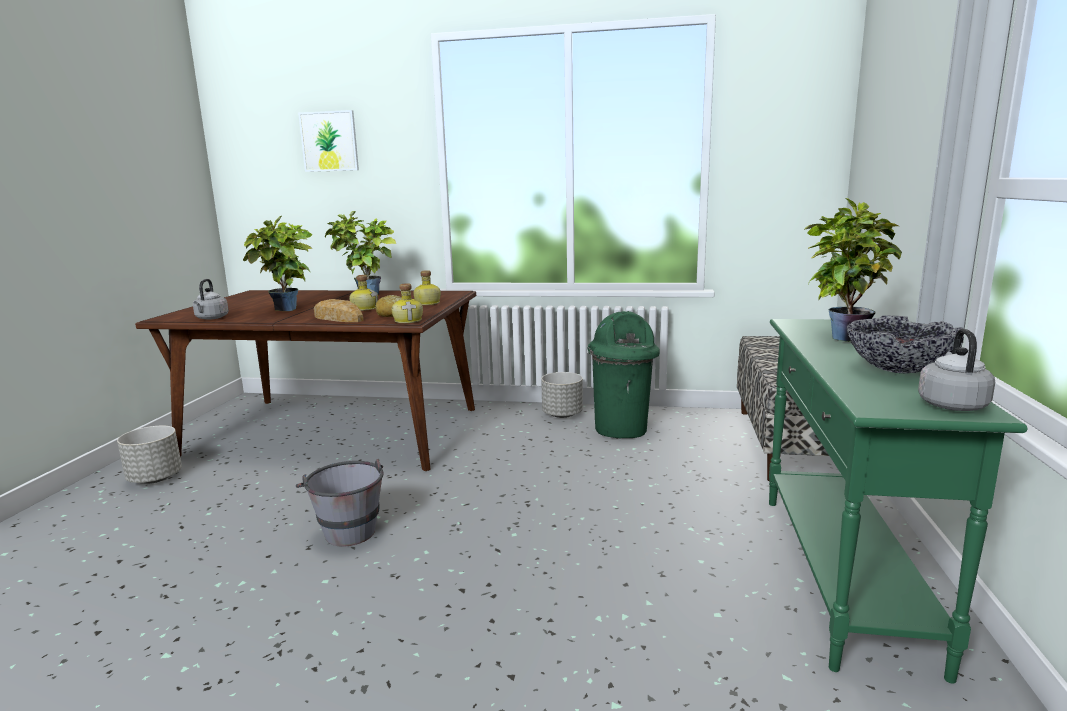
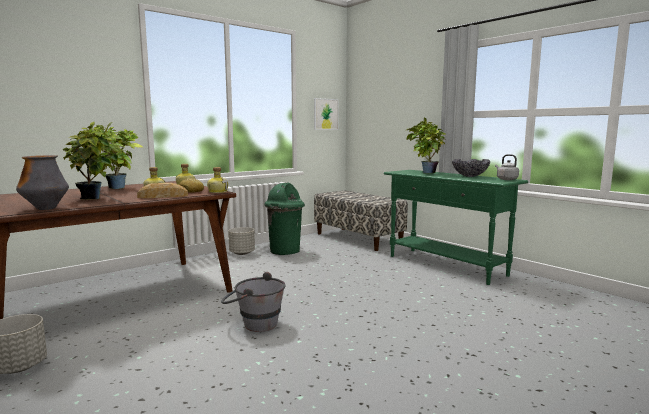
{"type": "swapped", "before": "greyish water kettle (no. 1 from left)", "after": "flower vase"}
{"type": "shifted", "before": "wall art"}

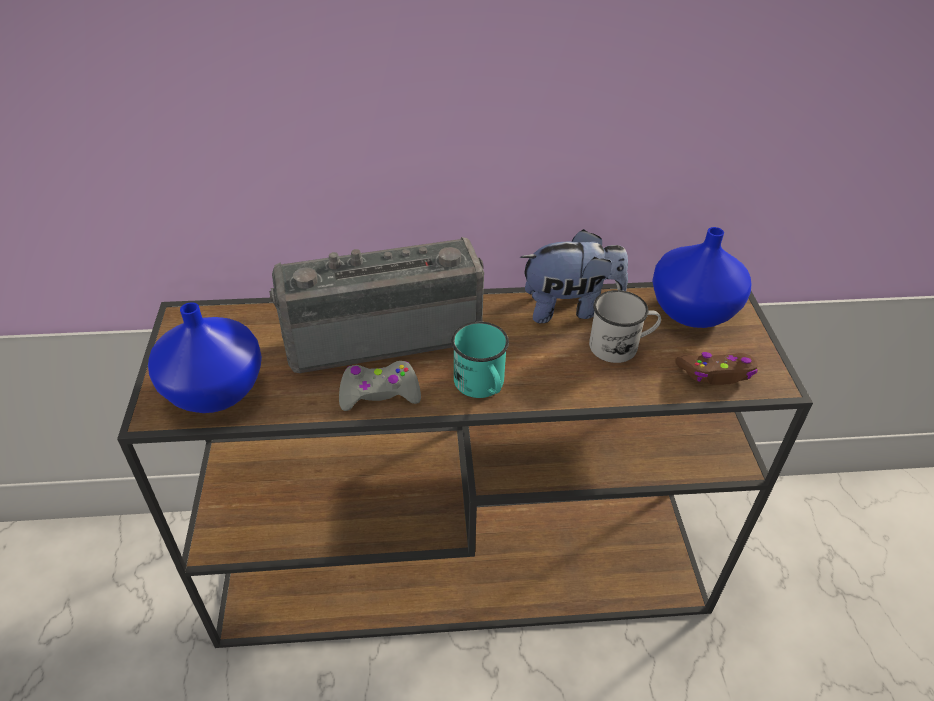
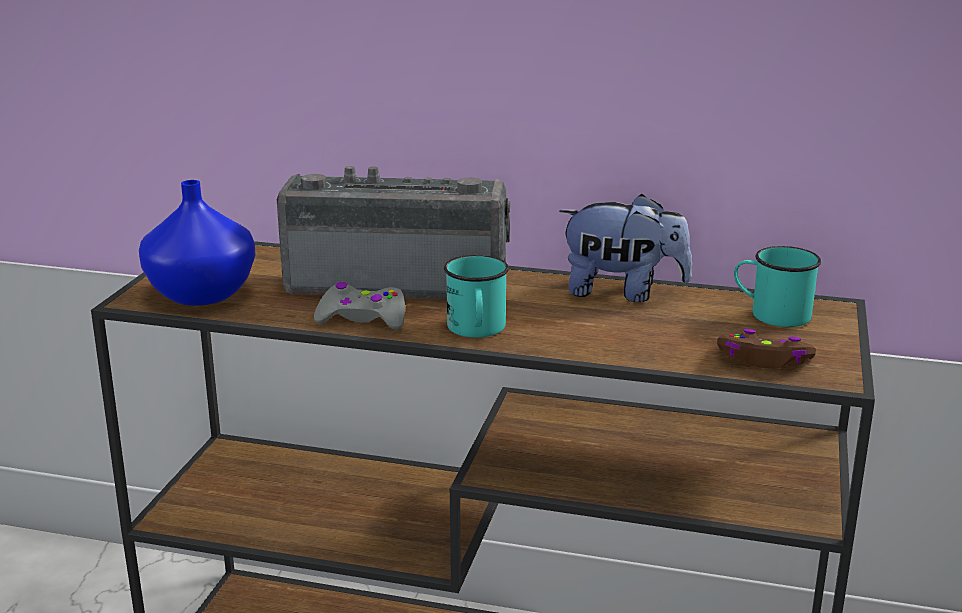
{"type": "gone", "before": "whitish mug"}
{"type": "swapped", "before": "blue flower vase (no. 2 from left)", "after": "turquoise-coloured mug (no. 2 from left)"}

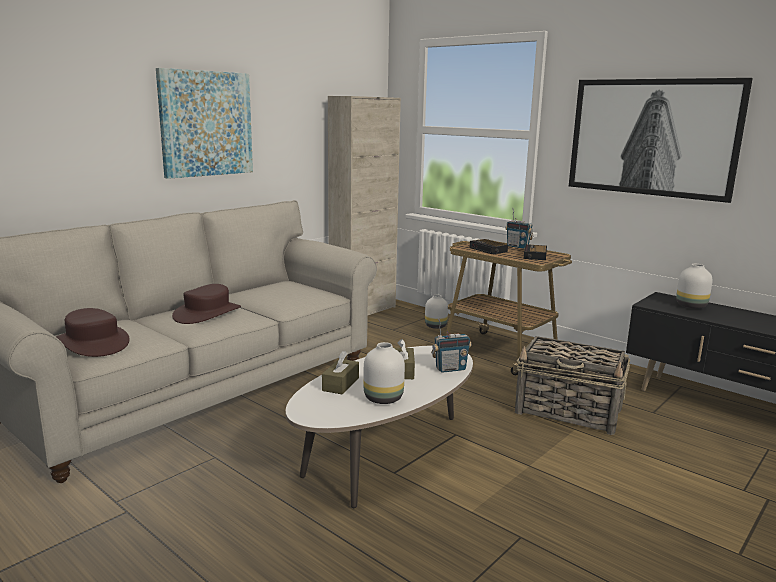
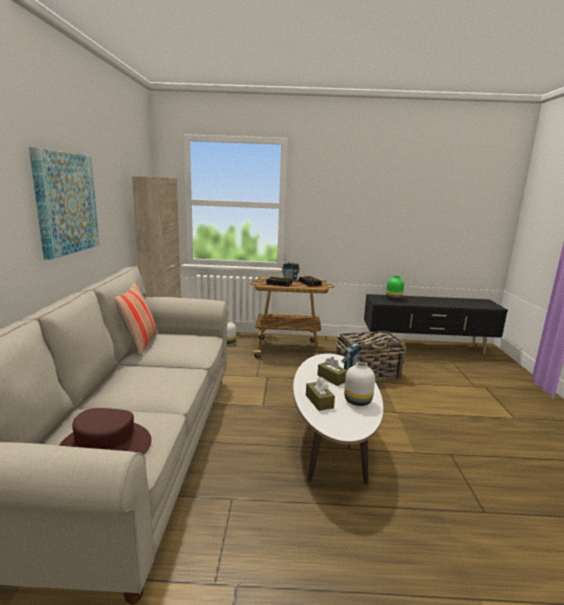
{"type": "gone", "before": "brown-coloured clothing hat (no. 2 from left)"}
{"type": "gone", "before": "wall art (no. 2 from left)"}
{"type": "repainted", "before": "whitish flower vase (no. 3 from left)", "after": "green flower vase"}
{"type": "new", "after": "cushion"}

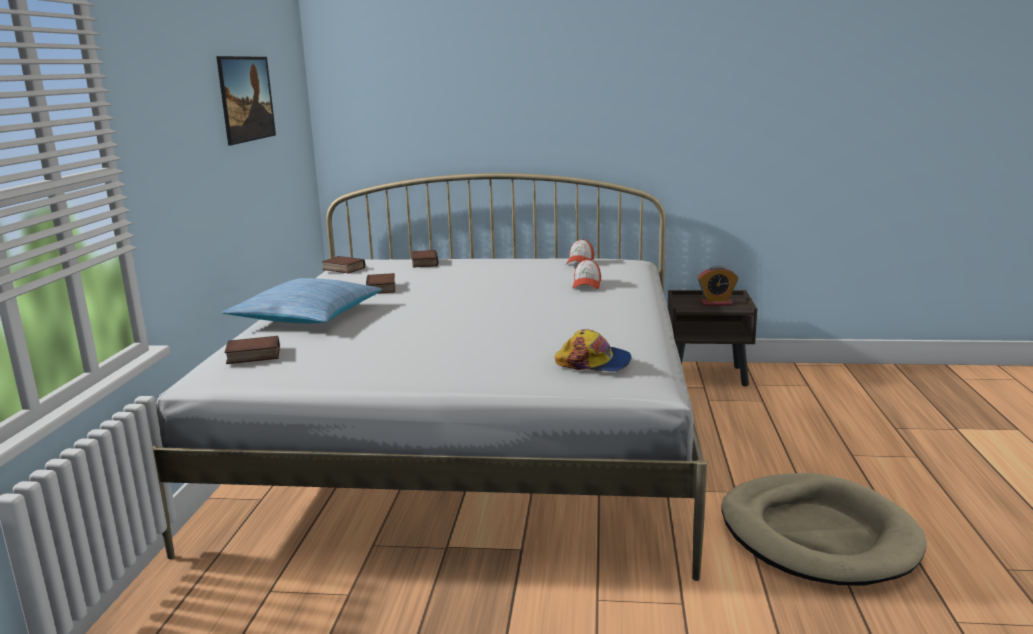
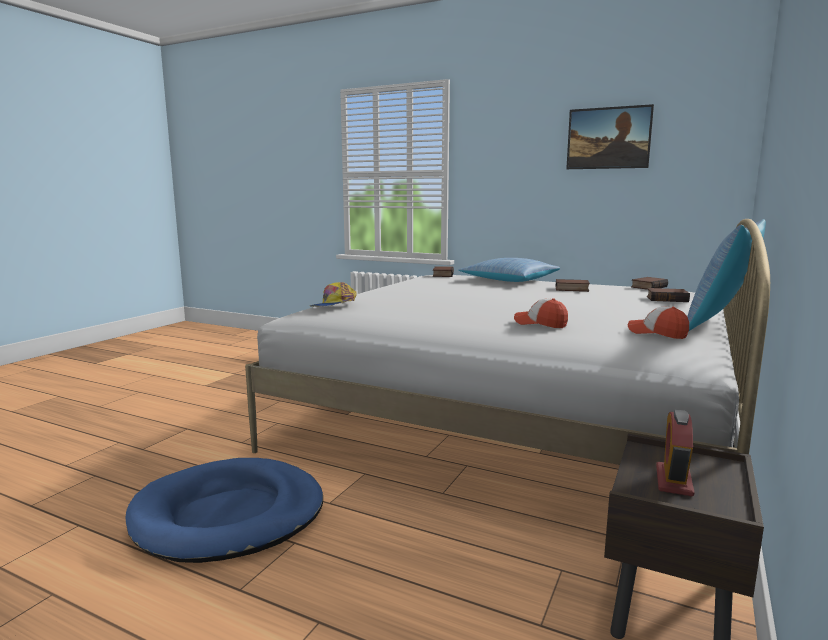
{"type": "repainted", "before": "sand-coloured pet bed", "after": "blue pet bed"}
{"type": "new", "after": "cushion (no. 2 from left)"}

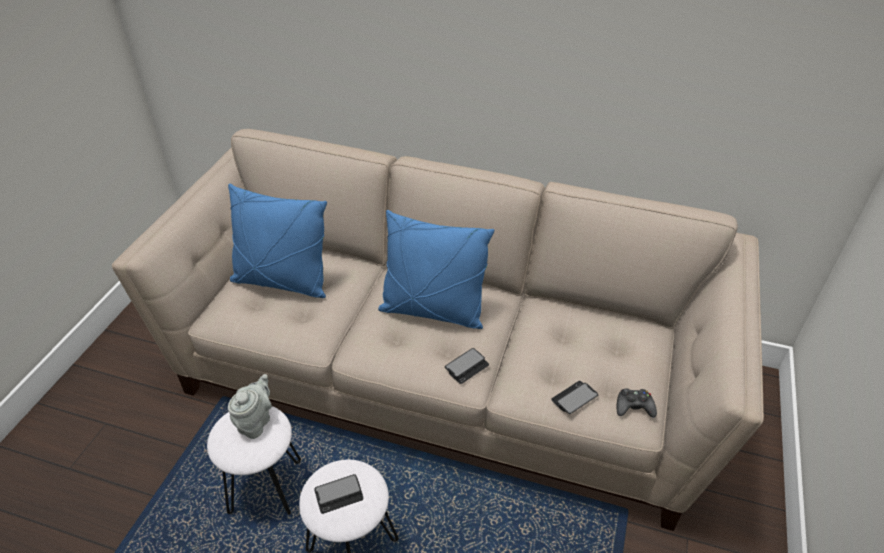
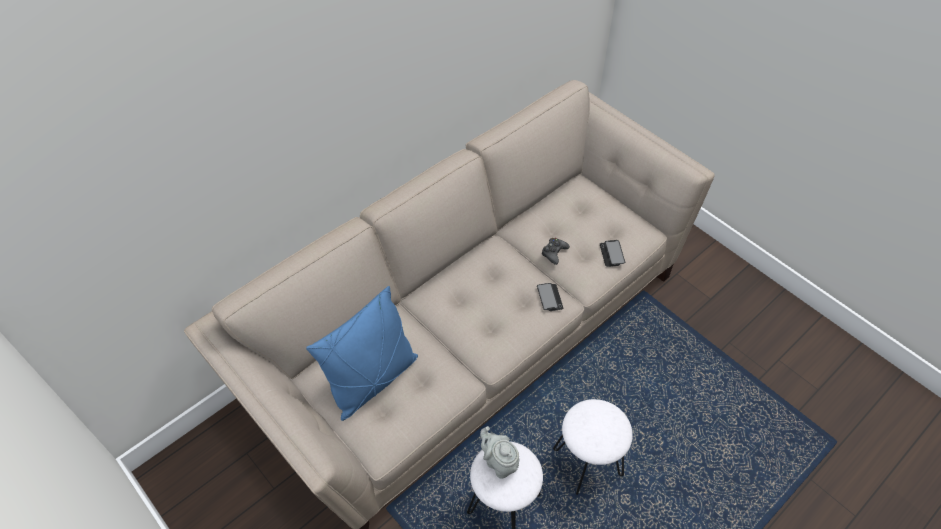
{"type": "gone", "before": "handset (no. 1 from left)"}
{"type": "gone", "before": "blue cushion (no. 2 from left)"}
{"type": "shifted", "before": "black gamepad"}

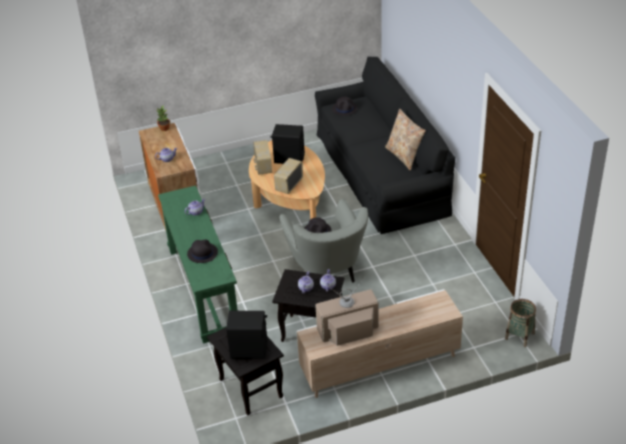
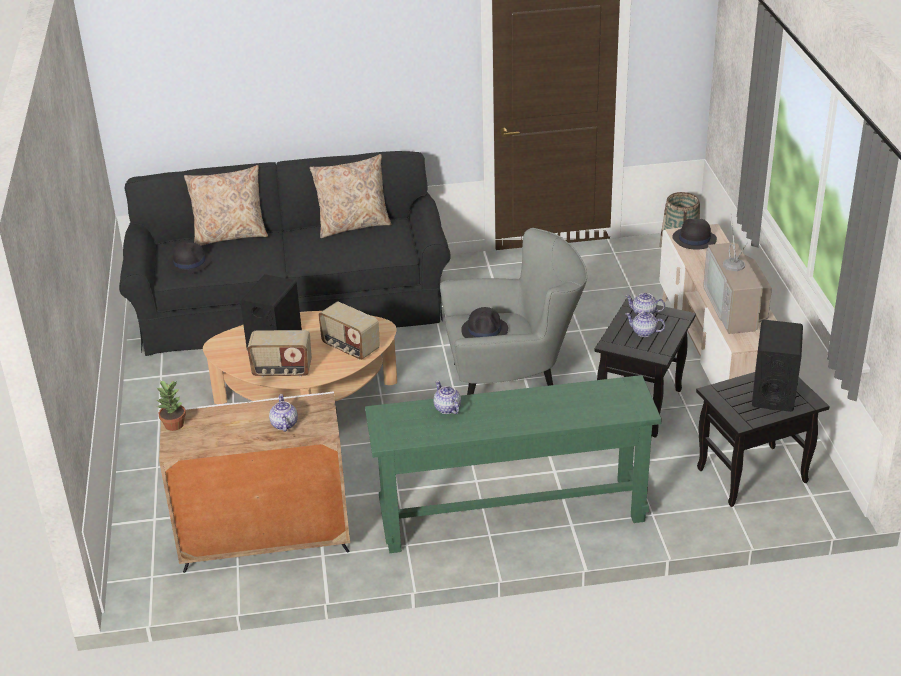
{"type": "shifted", "before": "black clothing hat (no. 1 from left in the first image)", "after": "black clothing hat (no. 3 from left)"}
{"type": "new", "after": "sand-coloured cushion (no. 1 from left)"}

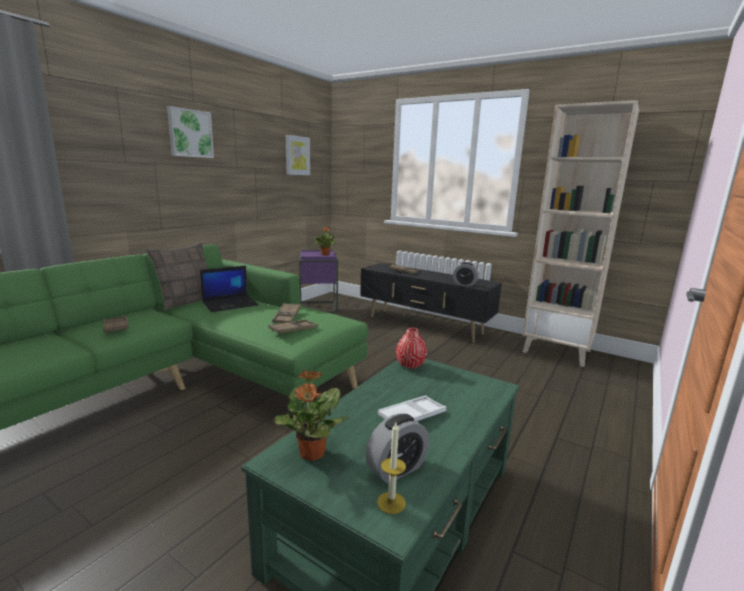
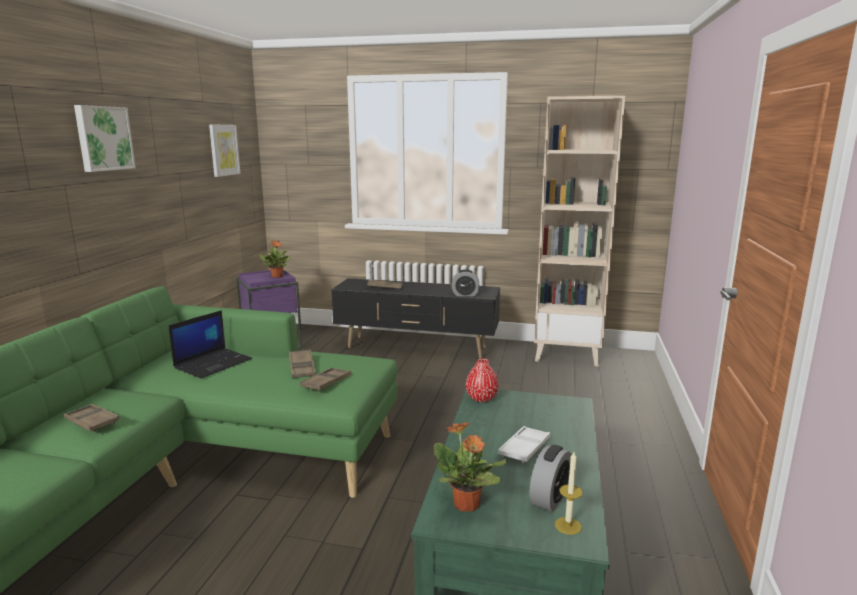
{"type": "gone", "before": "cushion"}

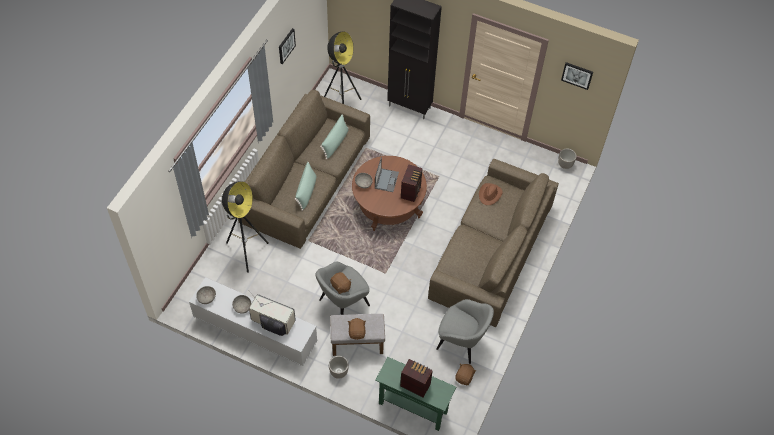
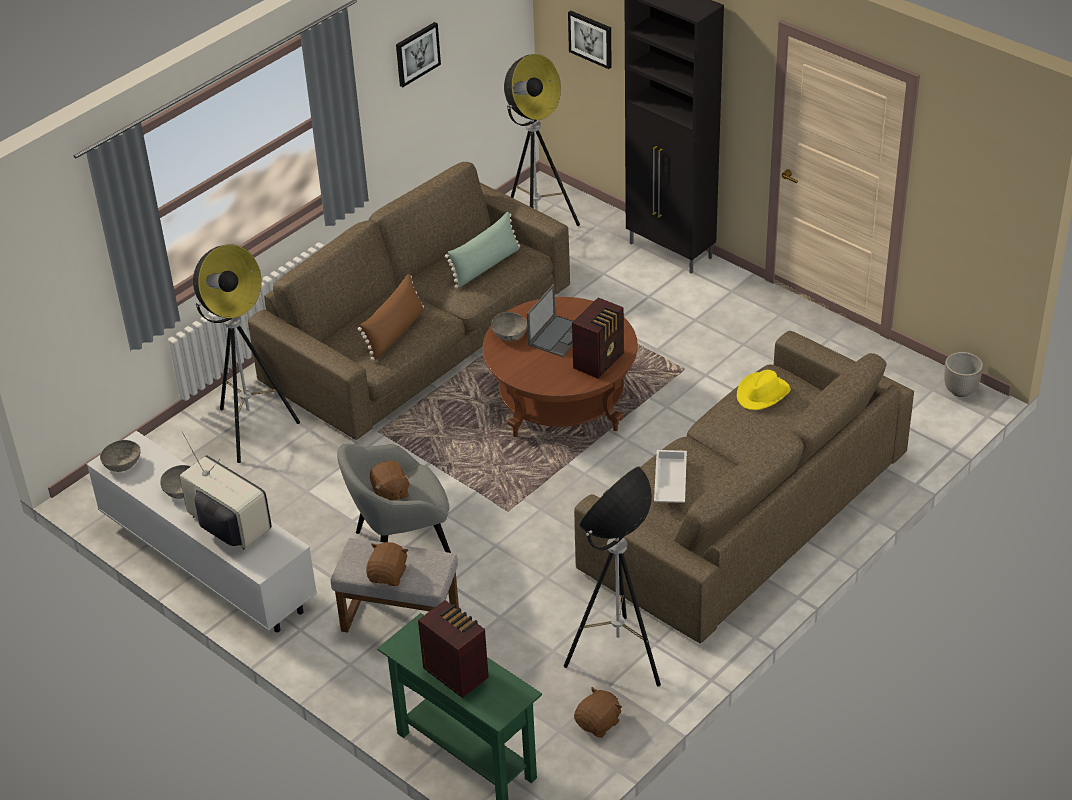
{"type": "repainted", "before": "green cushion (no. 1 from left)", "after": "brown-coloured cushion"}
{"type": "gone", "before": "planter (no. 1 from left)"}
{"type": "swapped", "before": "greyish lounge chair (no. 2 from left)", "after": "standing lamp (no. 3 from left)"}
{"type": "repainted", "before": "brown-coloured clothing hat", "after": "yellowish clothing hat"}
{"type": "shifted", "before": "wall art (no. 2 from left)"}
{"type": "new", "after": "whitish serving tray"}

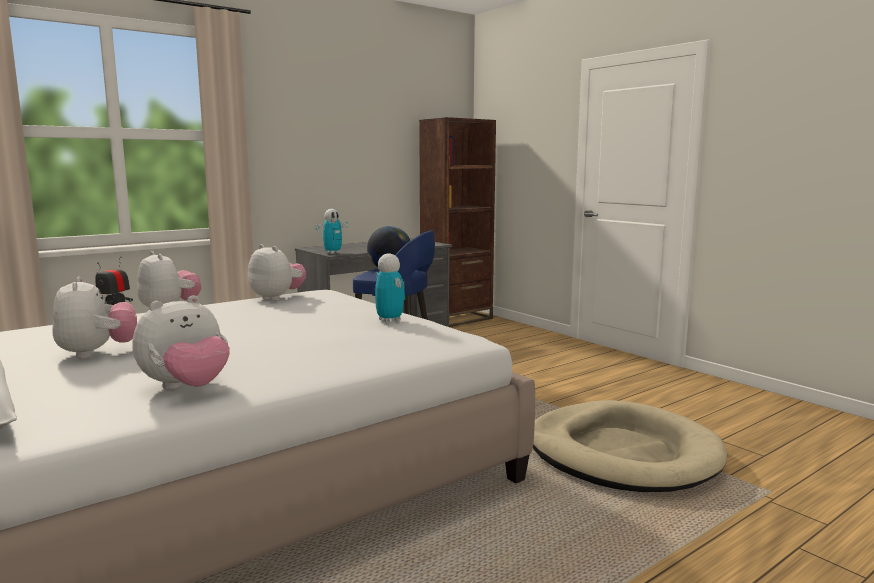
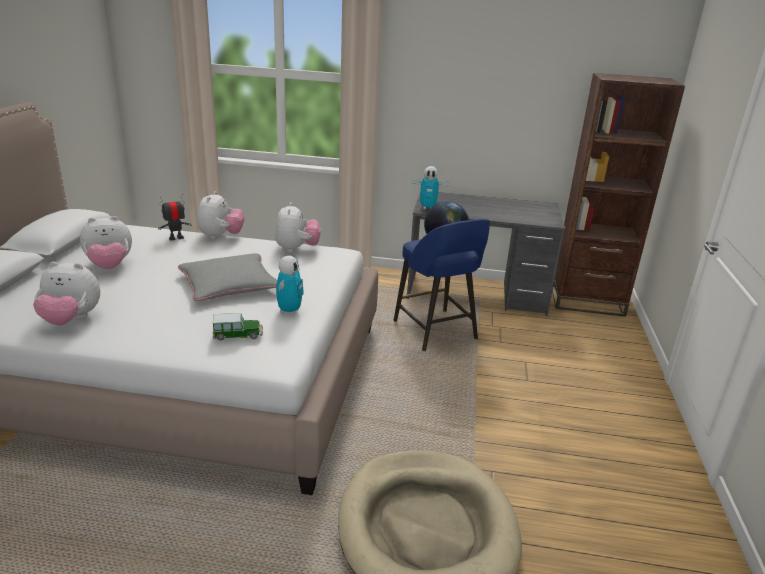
{"type": "rotated", "before": "cuddly toy (no. 1 from left in the first image)", "turn": 45}
{"type": "new", "after": "greyish cushion"}
{"type": "new", "after": "miniature car"}

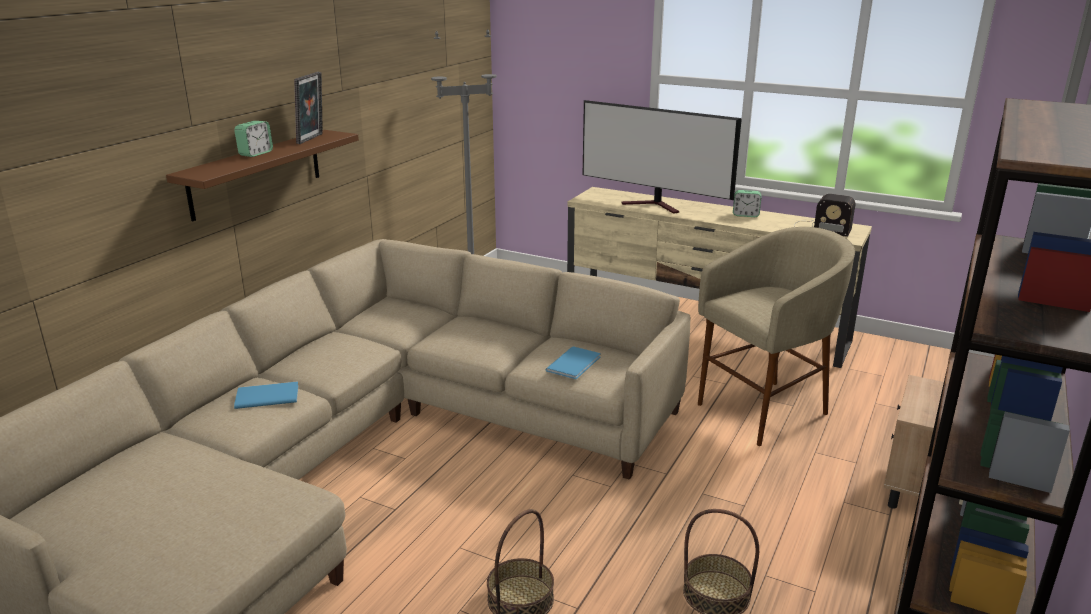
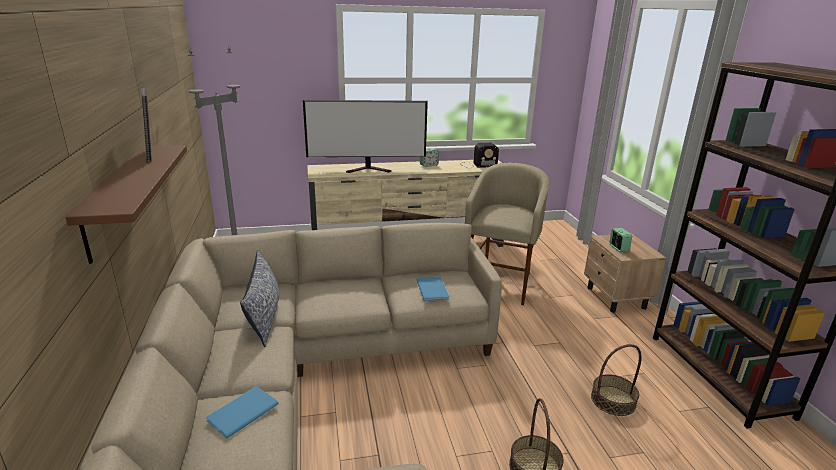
{"type": "shifted", "before": "alarm clock (no. 1 from left in the first image)", "after": "alarm clock (no. 2 from left)"}
{"type": "new", "after": "cushion"}

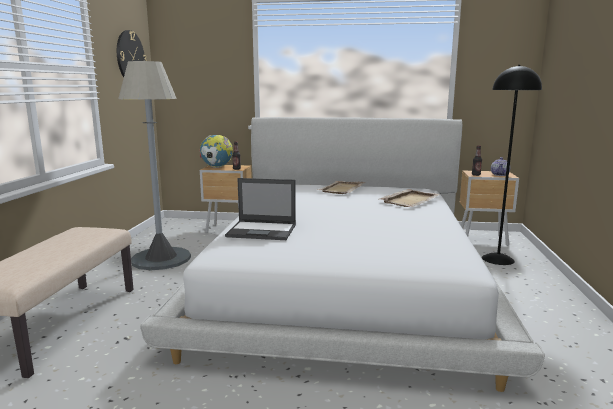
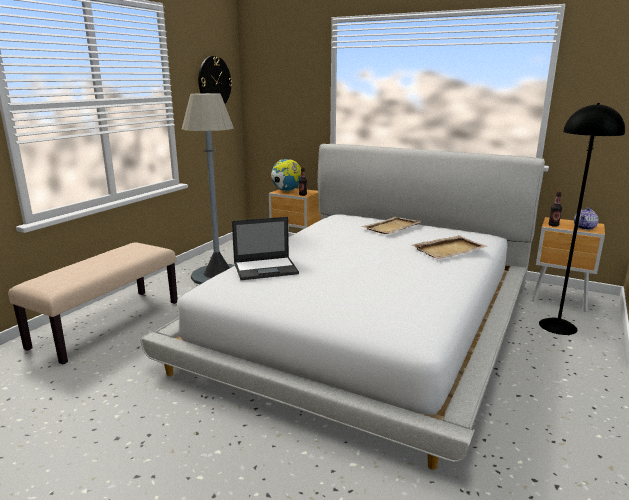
{"type": "rotated", "before": "laptop", "turn": -45}

